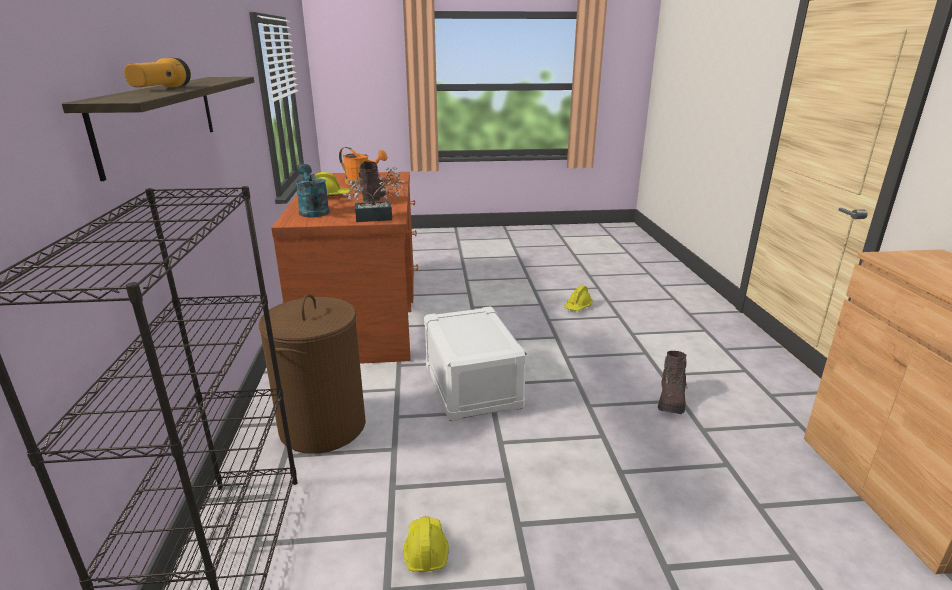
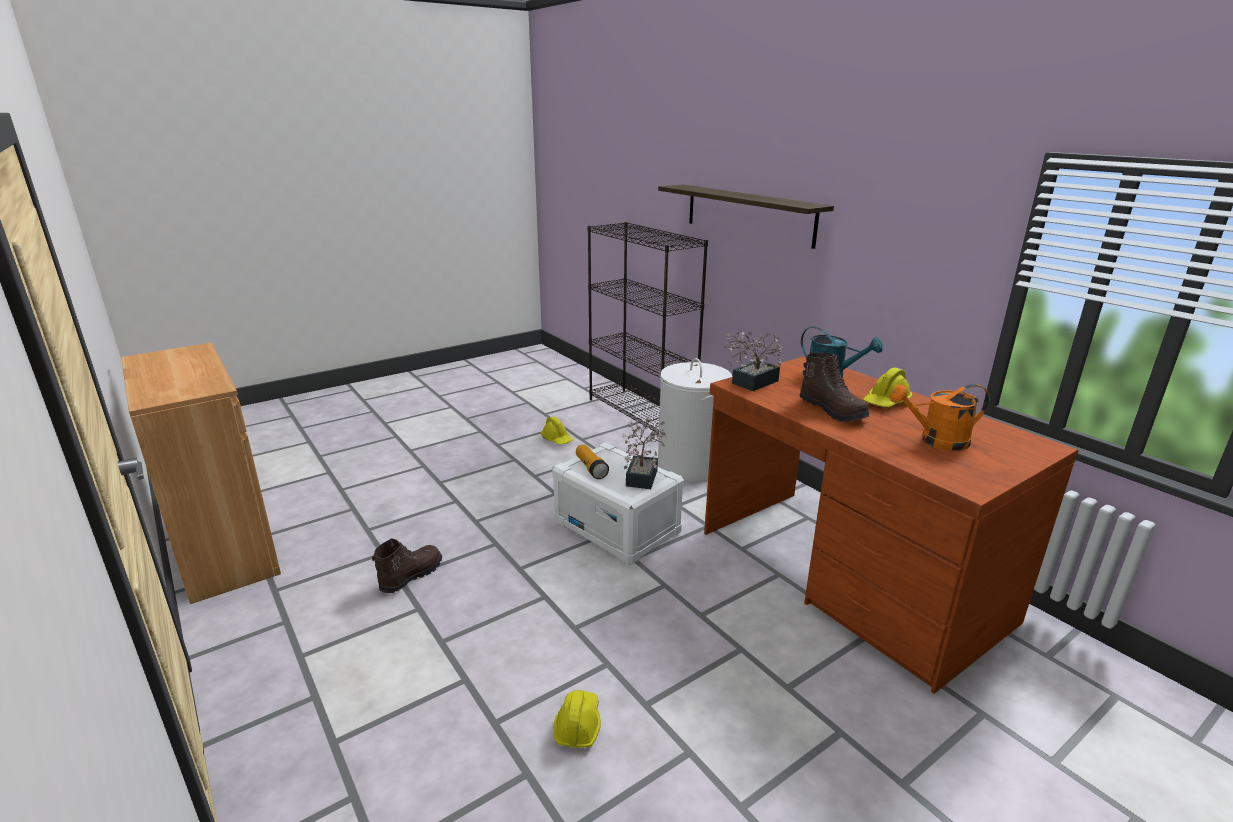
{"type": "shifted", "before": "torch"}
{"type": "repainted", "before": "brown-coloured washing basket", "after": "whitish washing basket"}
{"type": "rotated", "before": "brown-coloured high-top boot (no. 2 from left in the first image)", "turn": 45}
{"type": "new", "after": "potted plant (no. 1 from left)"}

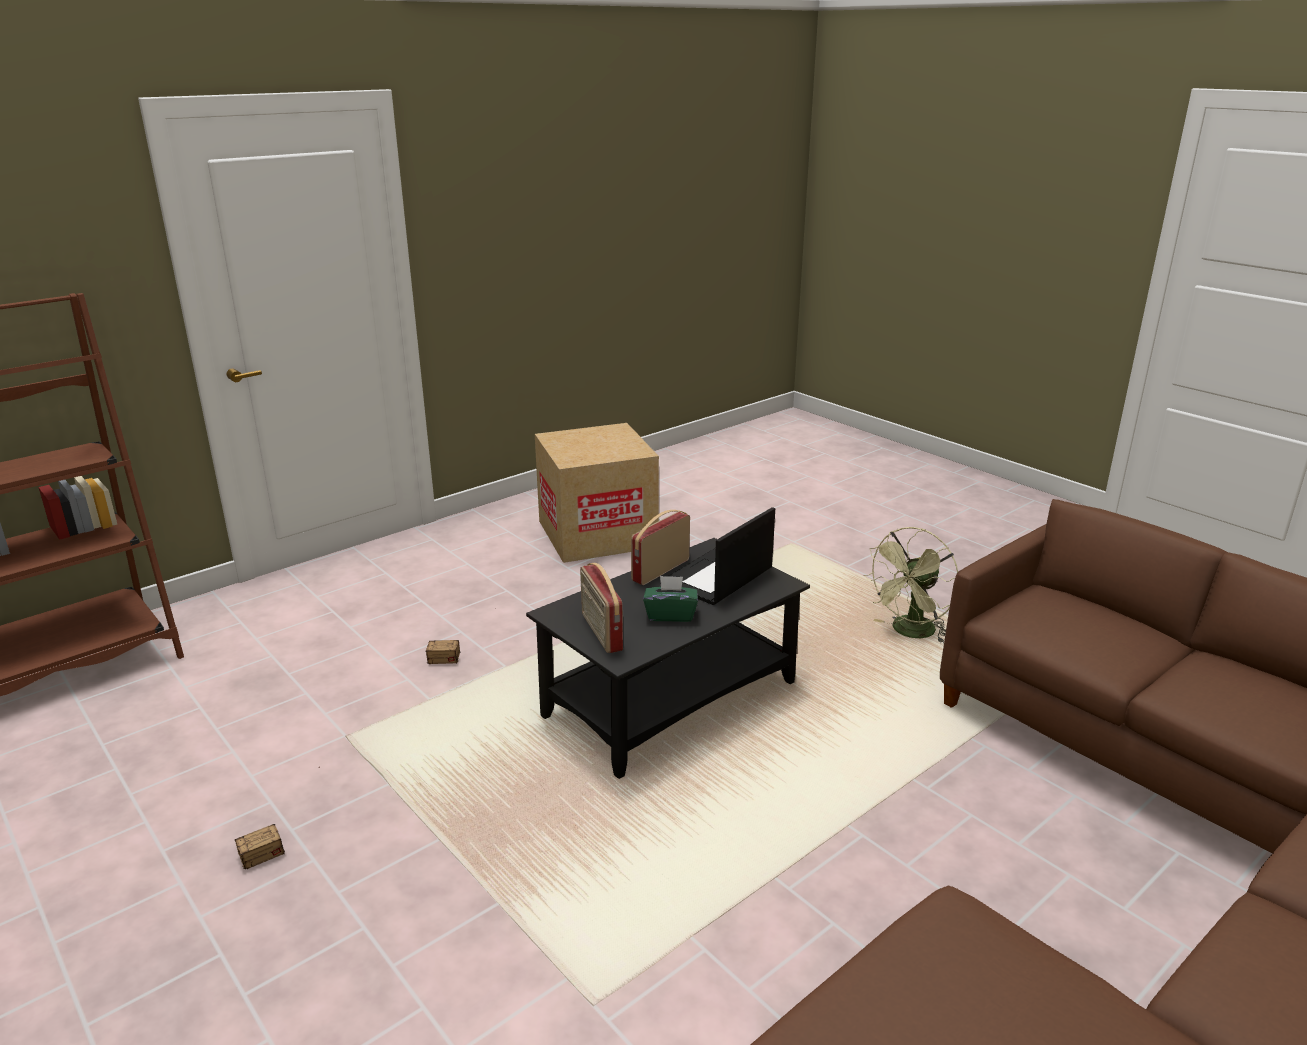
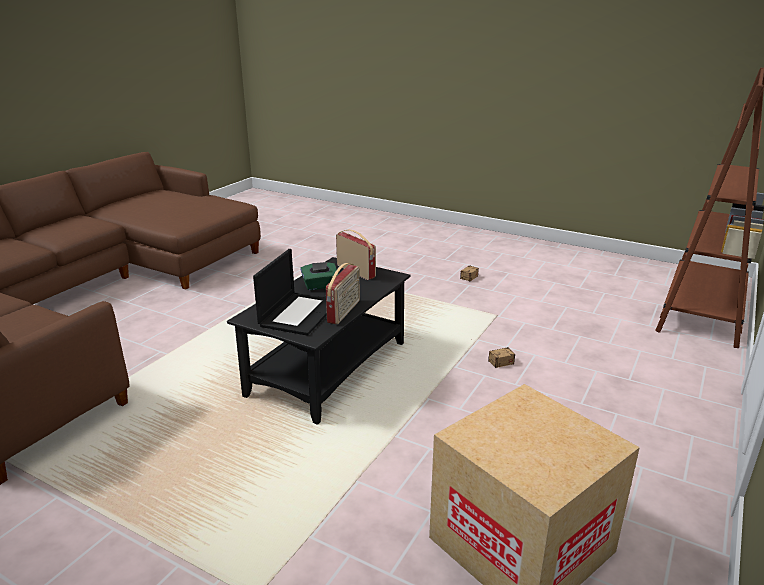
{"type": "gone", "before": "green cooling fan"}

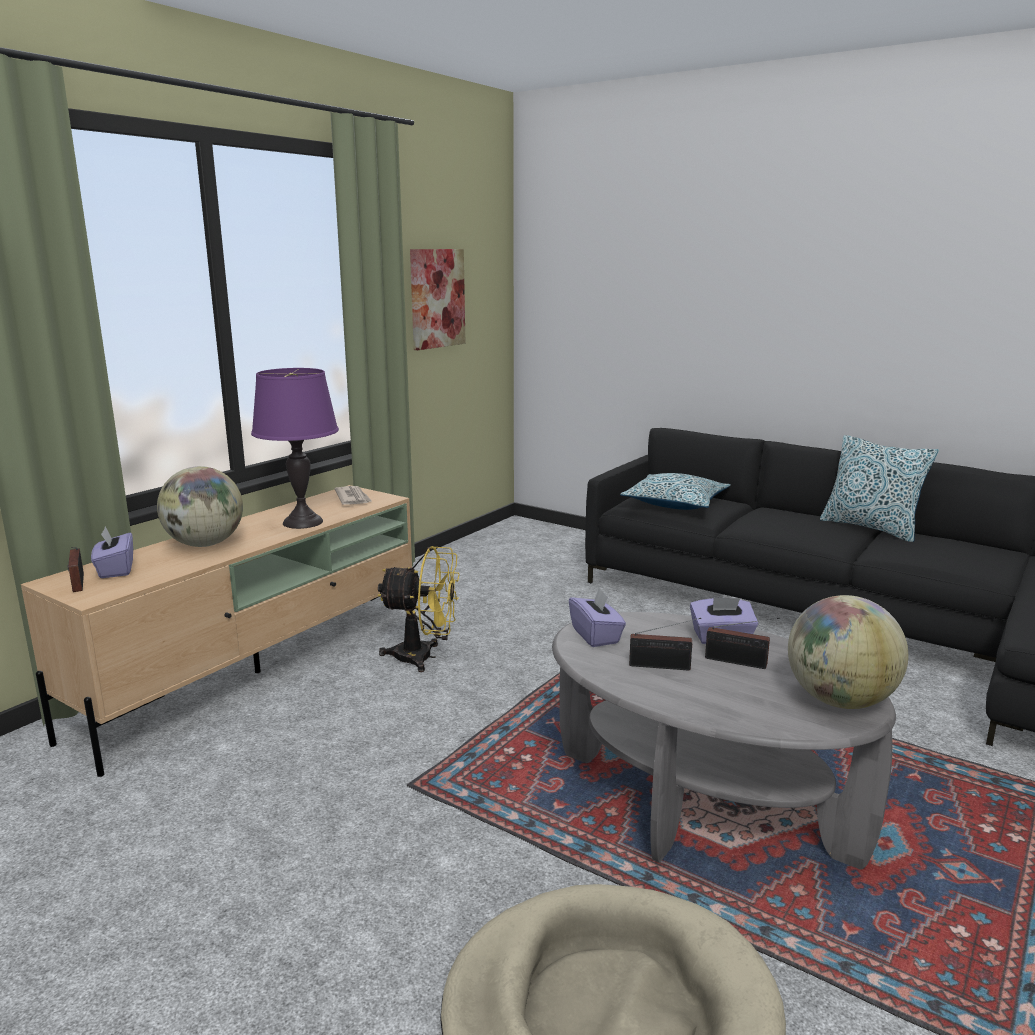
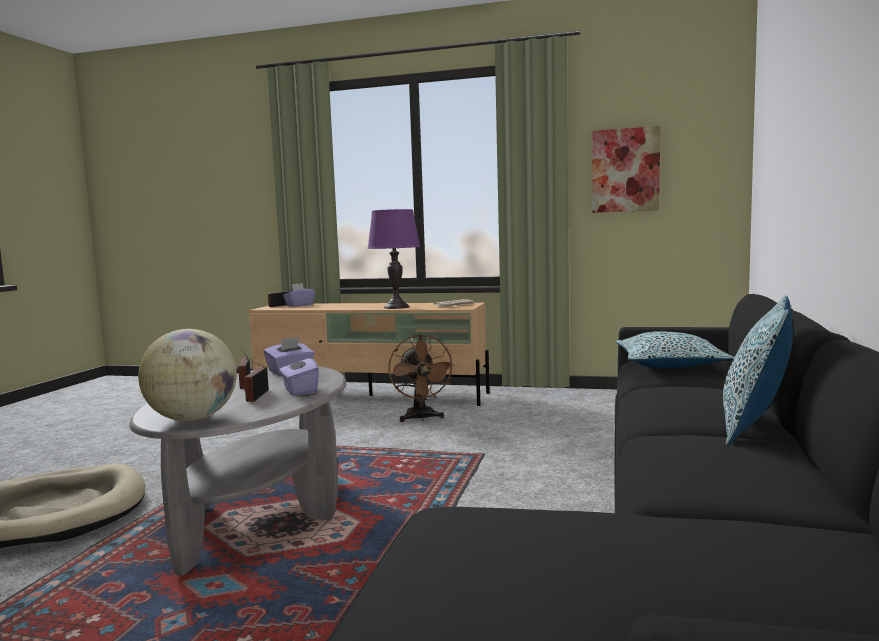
{"type": "gone", "before": "desk globe (no. 1 from left)"}
{"type": "repainted", "before": "yellowish cooling fan", "after": "brown-coloured cooling fan"}

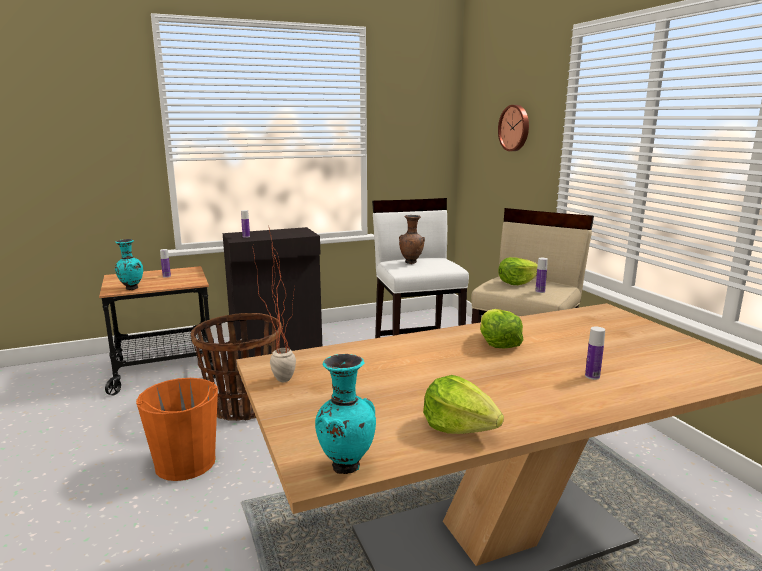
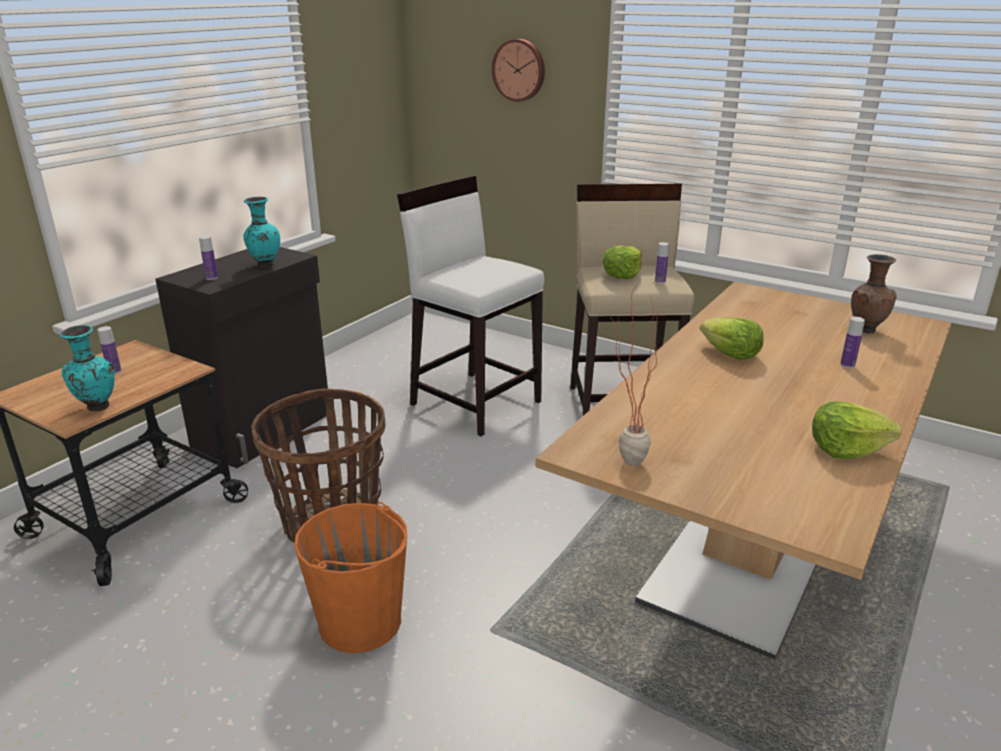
{"type": "shifted", "before": "turquoise-coloured flower vase (no. 2 from left)"}
{"type": "shifted", "before": "brown-coloured flower vase"}

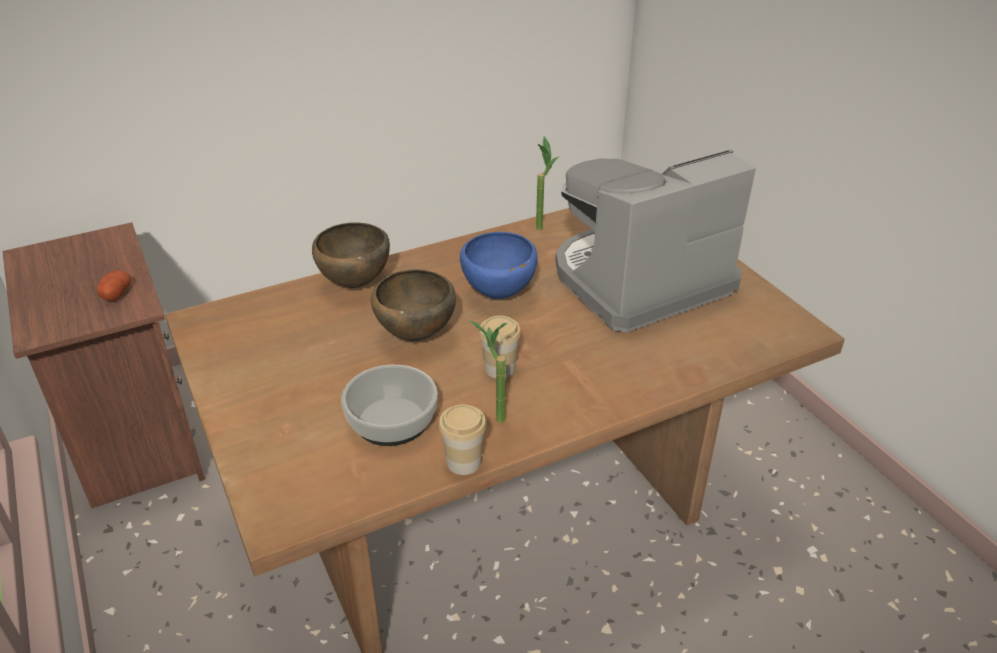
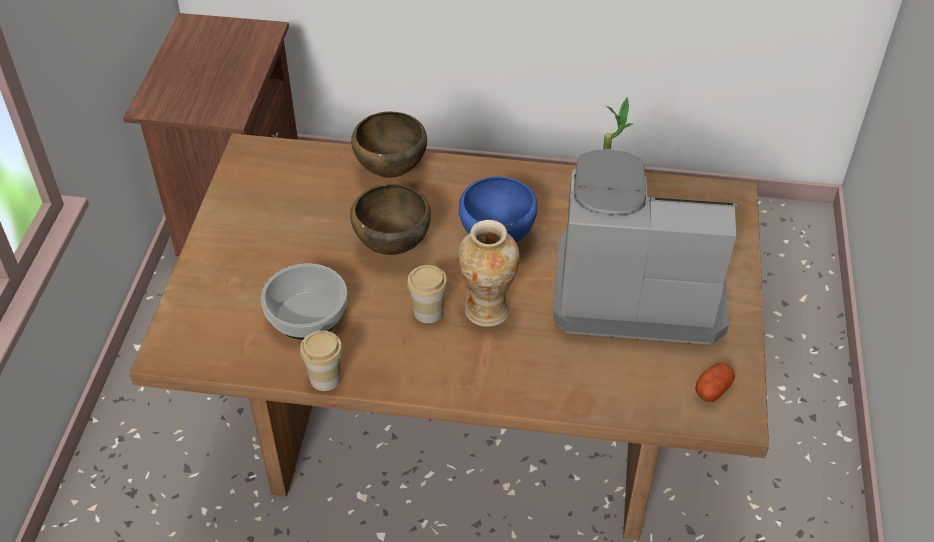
{"type": "shifted", "before": "spud"}
{"type": "gone", "before": "potted plant (no. 1 from left)"}
{"type": "new", "after": "flower vase"}

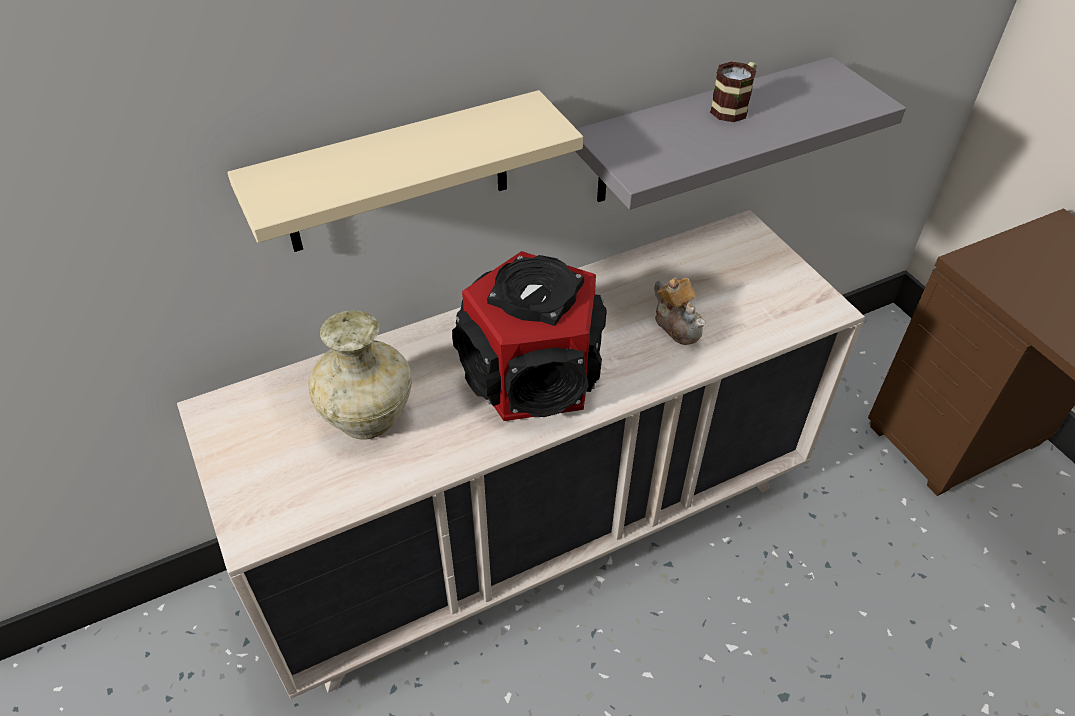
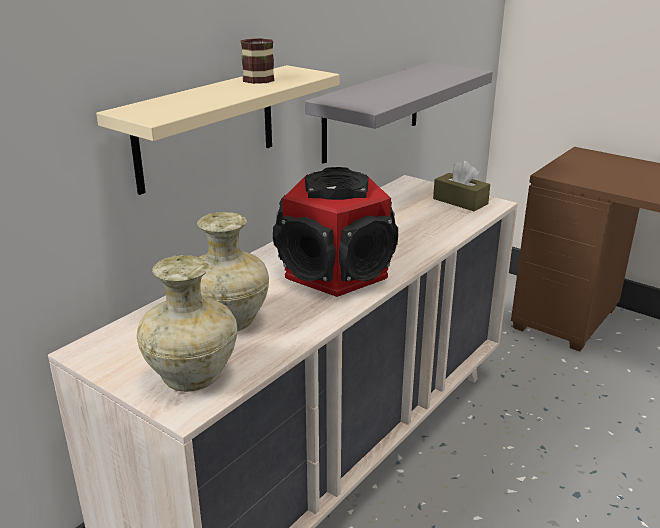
{"type": "gone", "before": "teapot"}
{"type": "shifted", "before": "mug"}
{"type": "new", "after": "sand-coloured flower vase (no. 1 from left)"}
{"type": "new", "after": "brown-coloured tissue box"}

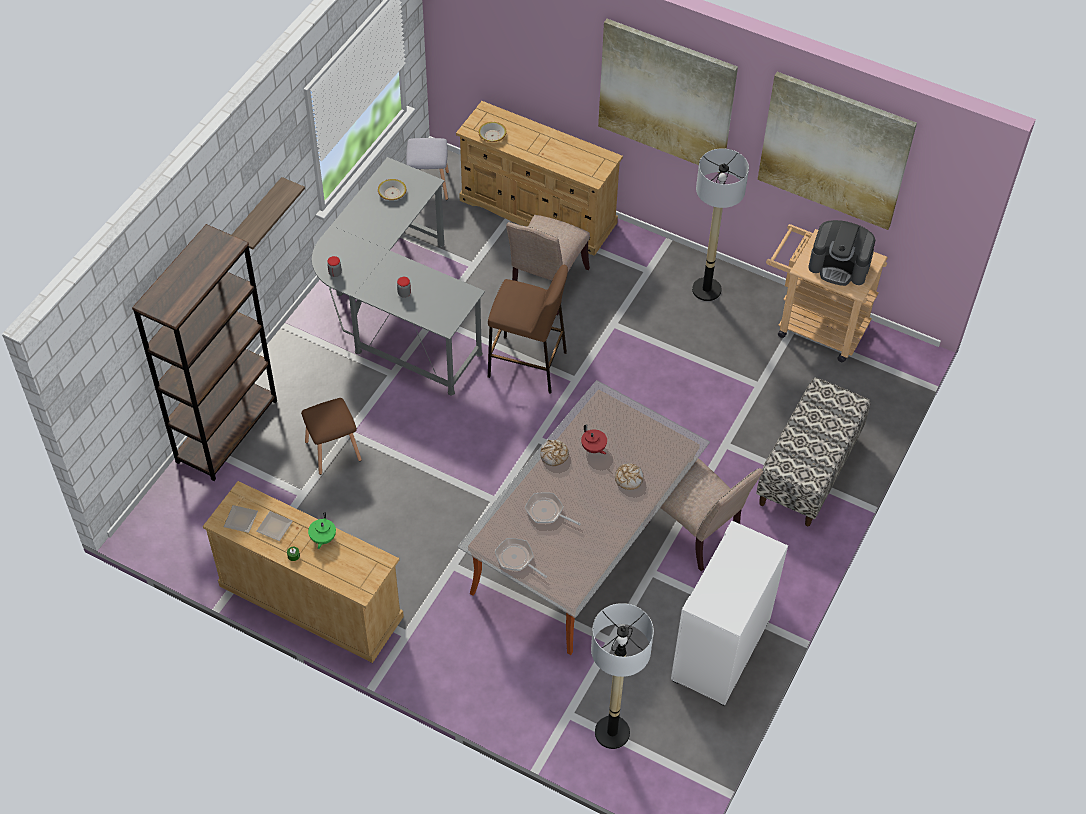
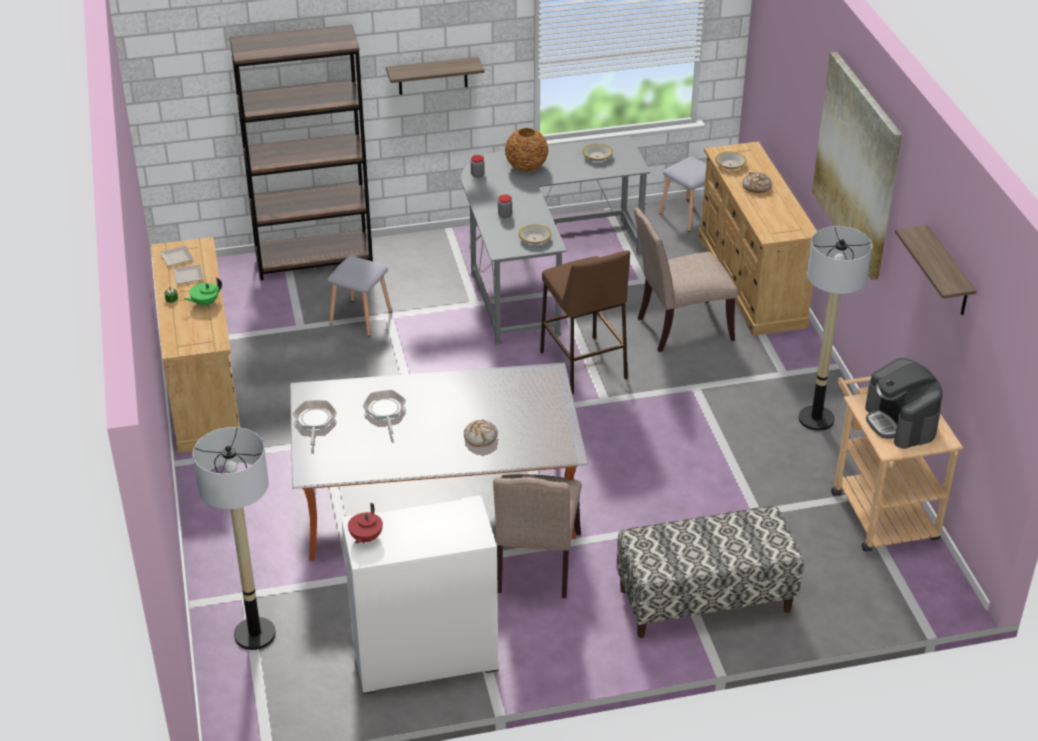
{"type": "repainted", "before": "brown-coloured stool seat (no. 1 from left)", "after": "greyish stool seat (no. 1 from left)"}
{"type": "shifted", "before": "bakery bread (no. 1 from left in the first image)", "after": "bakery bread (no. 2 from left)"}
{"type": "shifted", "before": "reddish teapot"}
{"type": "swapped", "before": "wall art (no. 2 from left)", "after": "bracket shelf (no. 2 from left)"}
{"type": "new", "after": "flower vase"}
{"type": "new", "after": "deep dish (no. 1 from left)"}

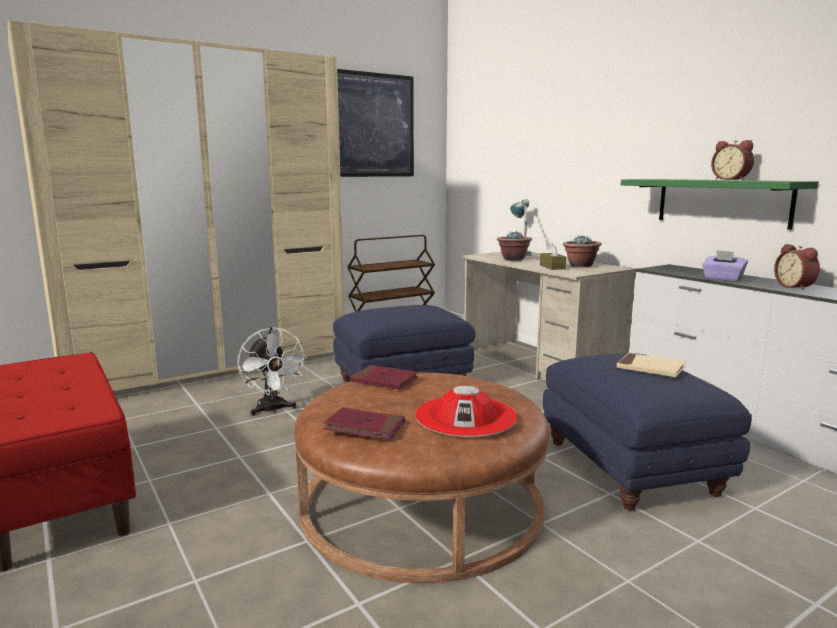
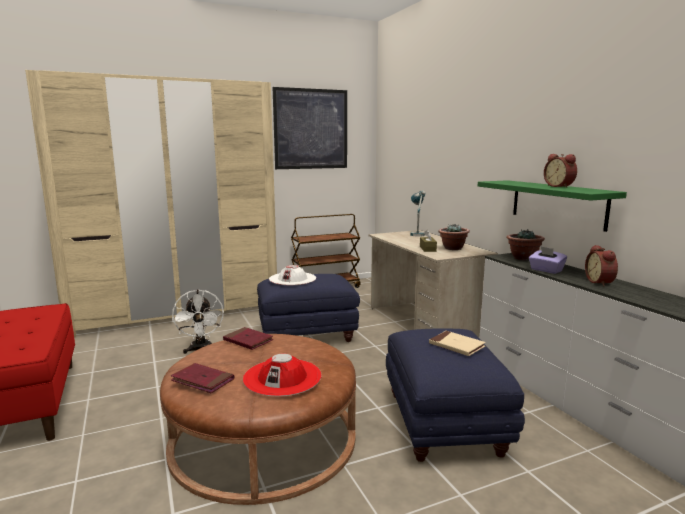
{"type": "shifted", "before": "potted plant (no. 1 from left in the first image)", "after": "potted plant (no. 2 from left)"}
{"type": "new", "after": "whitish clothing hat"}

